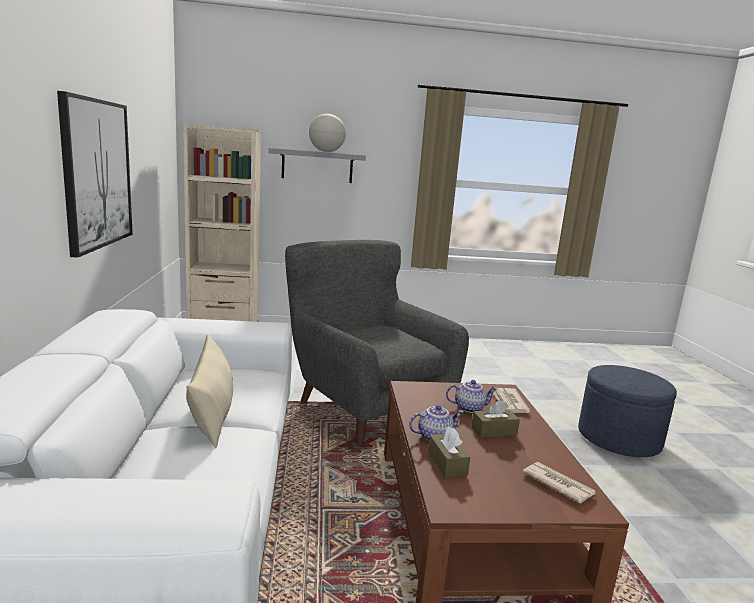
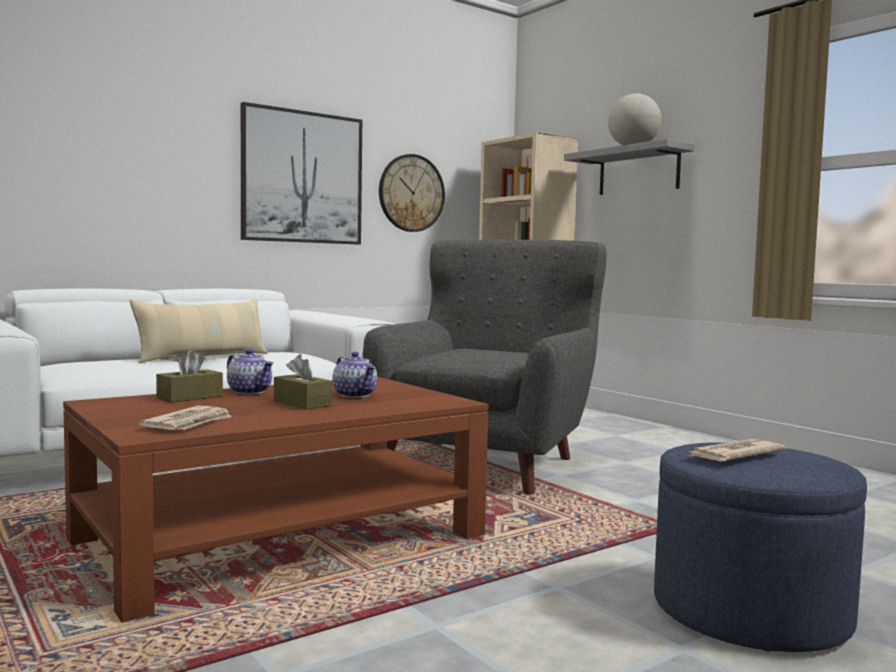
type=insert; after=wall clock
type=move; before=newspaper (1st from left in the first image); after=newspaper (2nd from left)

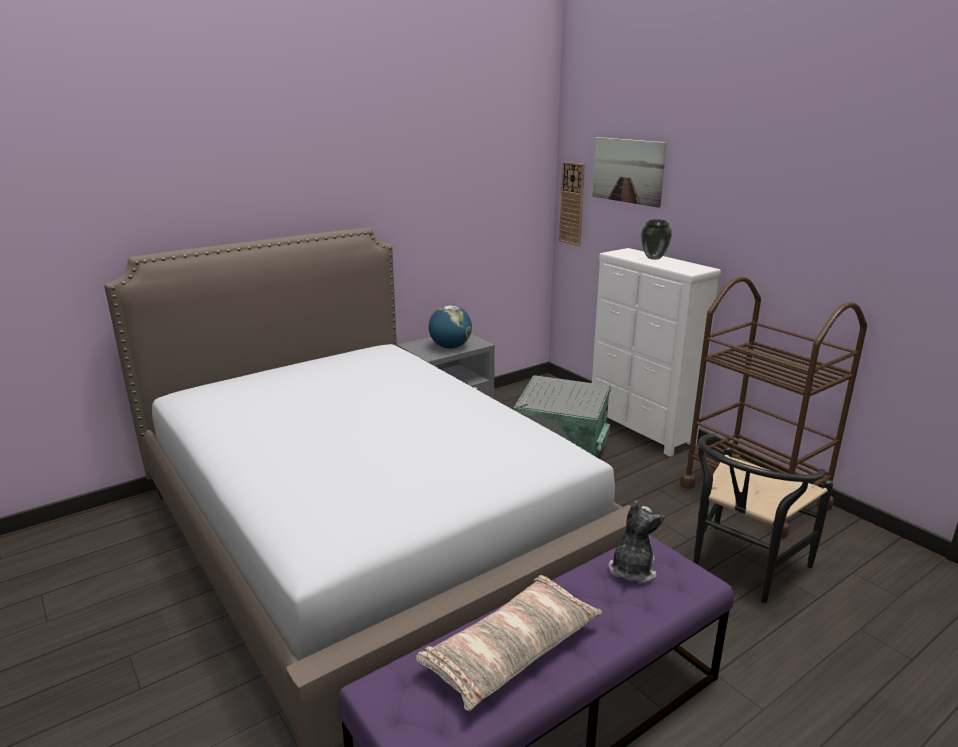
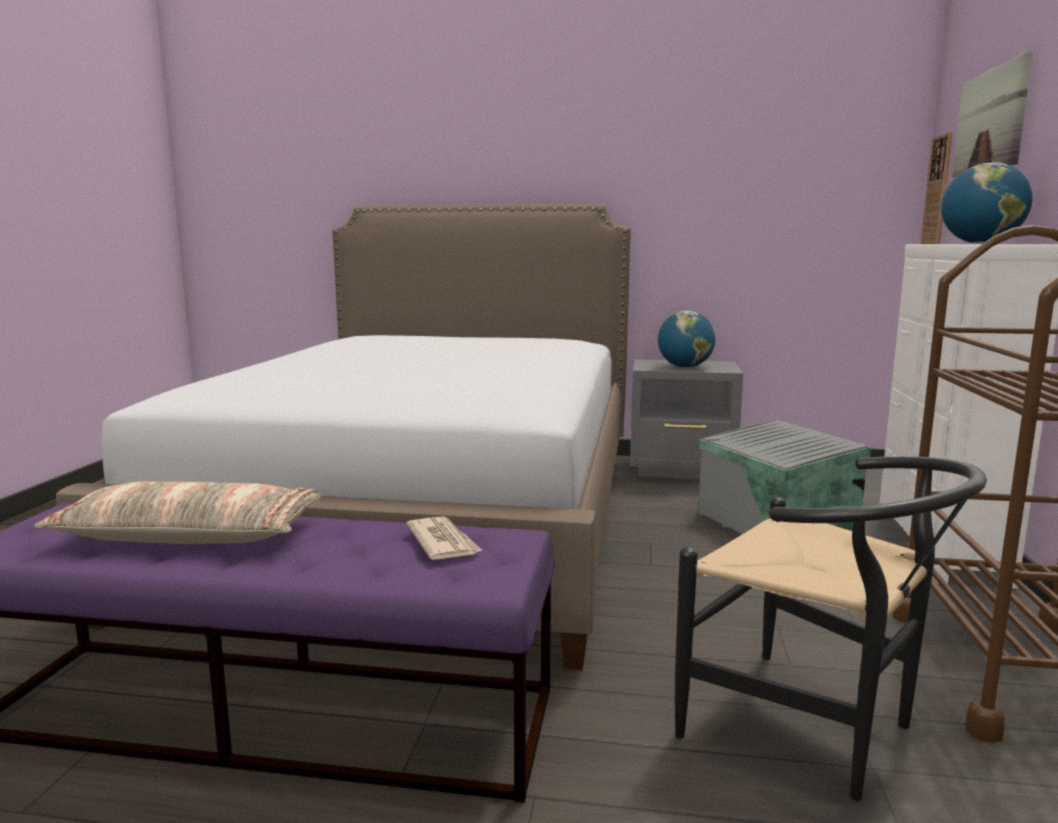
type=replace; before=plush toy; after=newspaper
type=replace; before=vase; after=globe (2nd from left)
type=rotate; before=black chair; turn=-135

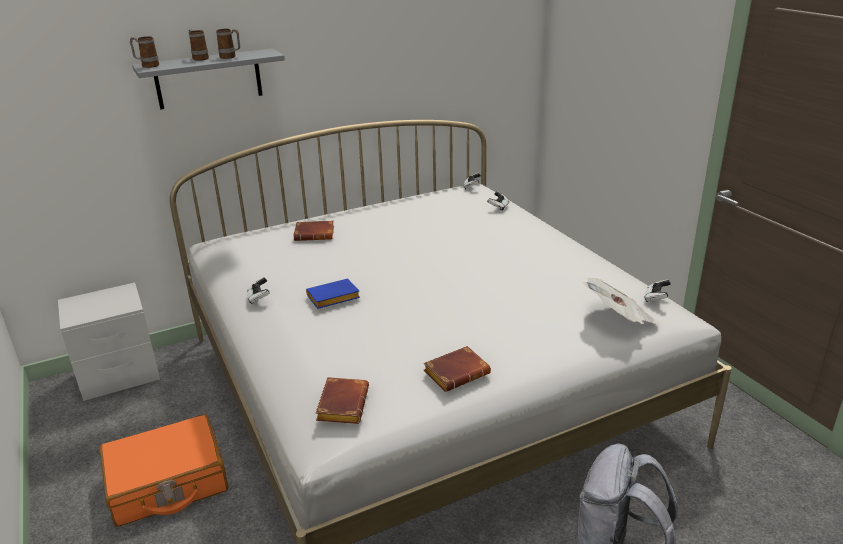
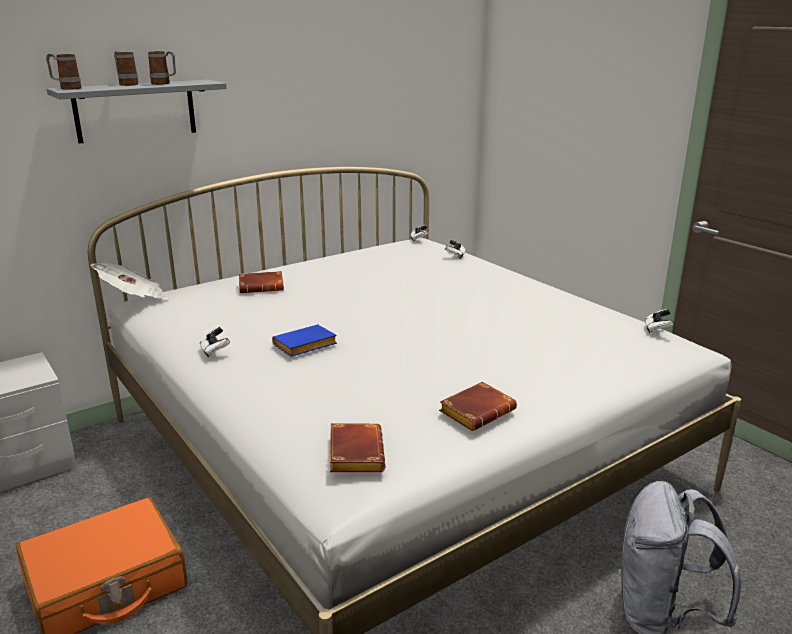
type=move; before=newspaper

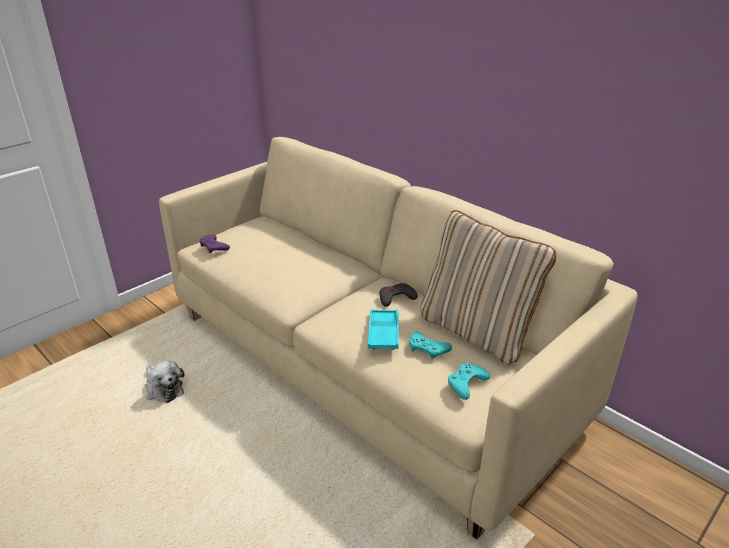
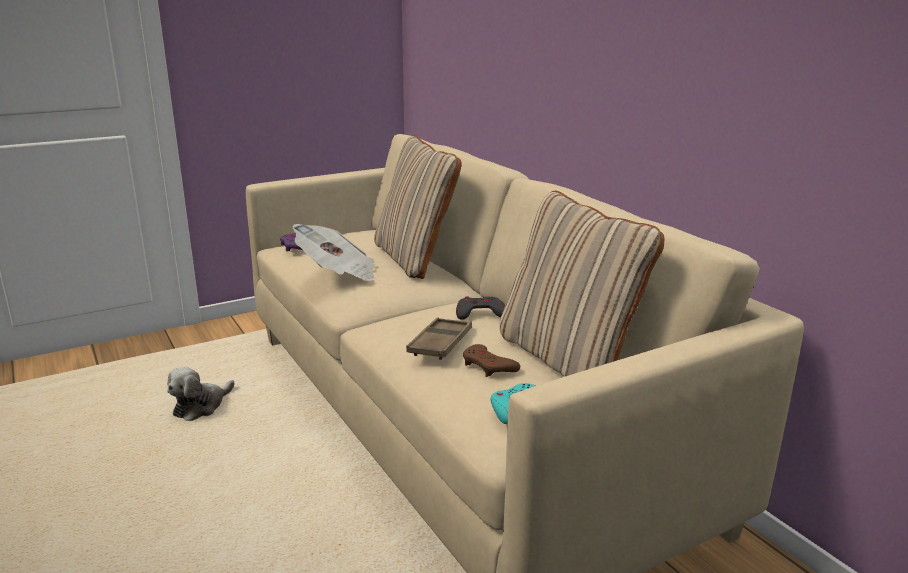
type=insert; after=newspaper
type=insert; after=beige pillow (1st from left)
type=recolor; before=turquoise tray; after=brown tray
type=recolor; before=turquoise game controller (1st from left); after=brown game controller
type=rotate; before=plush toy; turn=60

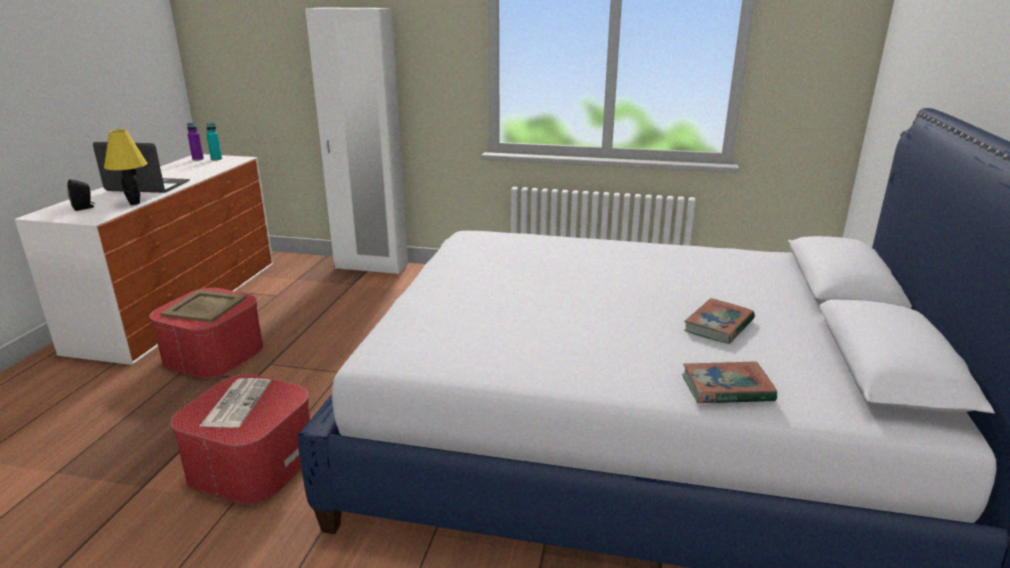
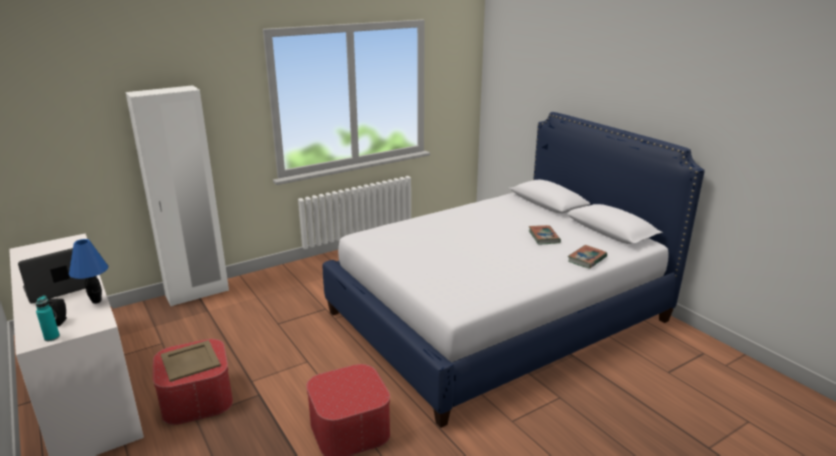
type=delete; before=purple bottle
type=delete; before=newspaper
type=move; before=turquoise bottle
type=recolor; before=yellow table lamp; after=blue table lamp

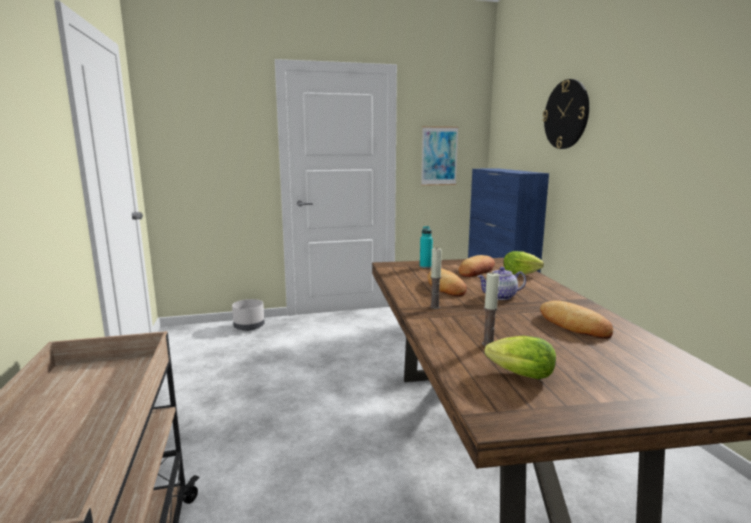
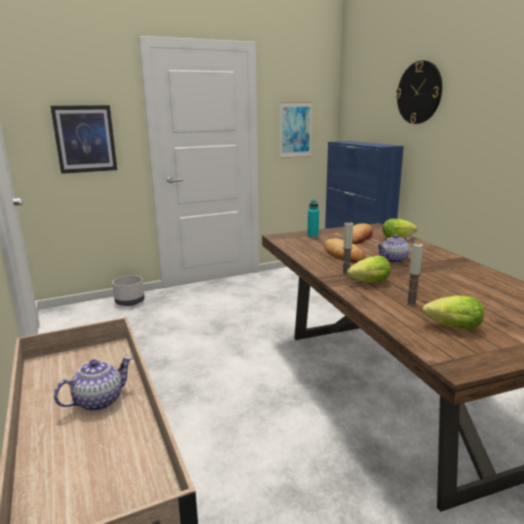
type=delete; before=bread (3rd from left)
type=insert; after=picture (1st from left)
type=insert; after=teapot (1st from left)
type=insert; after=lettuce (1st from left)

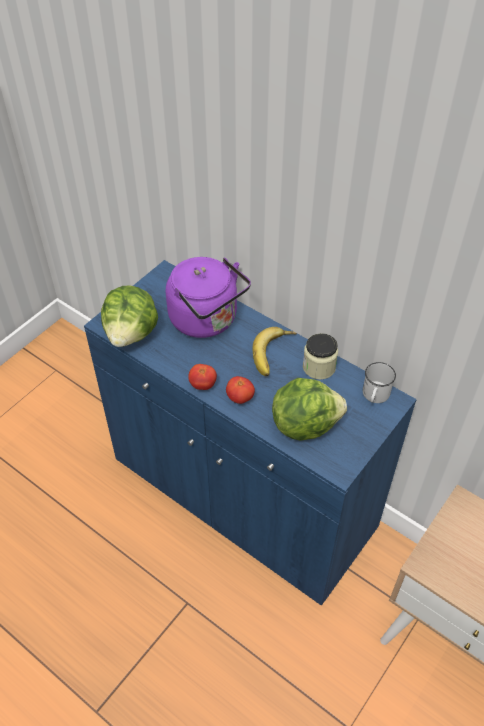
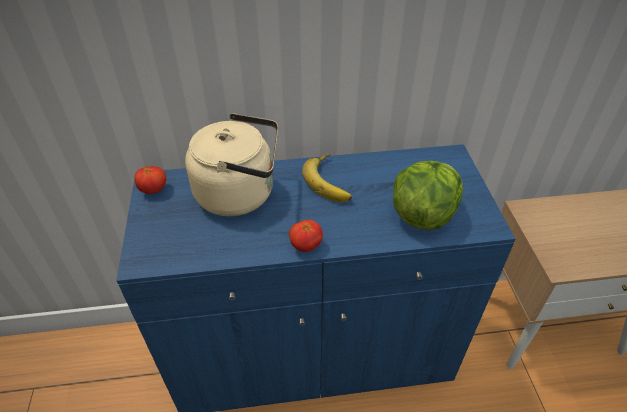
type=delete; before=lettuce (1st from left)
type=delete; before=jar
type=delete; before=white mug
type=move; before=tomato (2nd from left in the first image); after=tomato (1st from left)
type=recolor; before=purple kettle; after=beige kettle

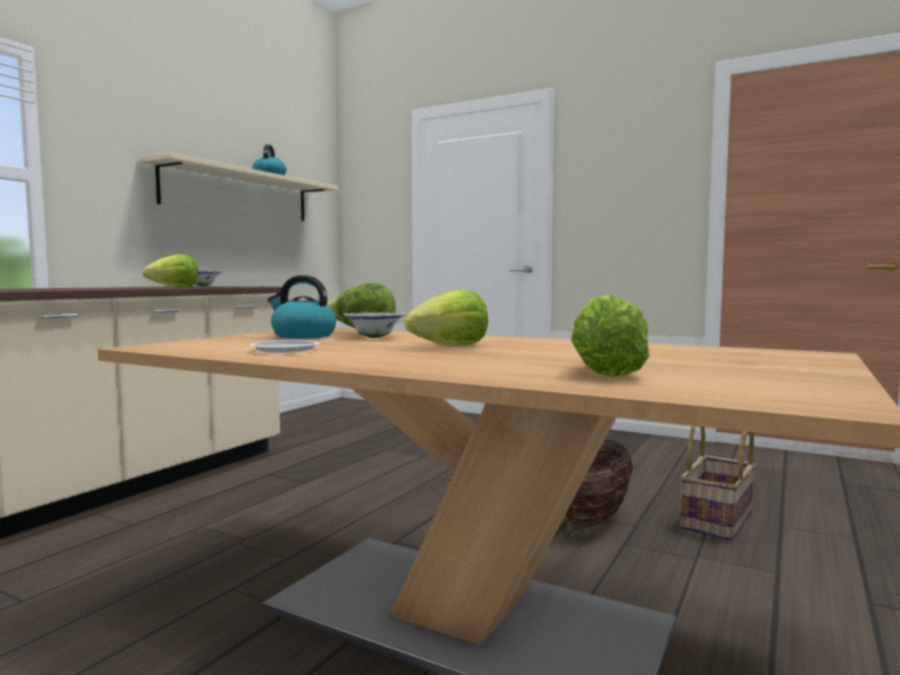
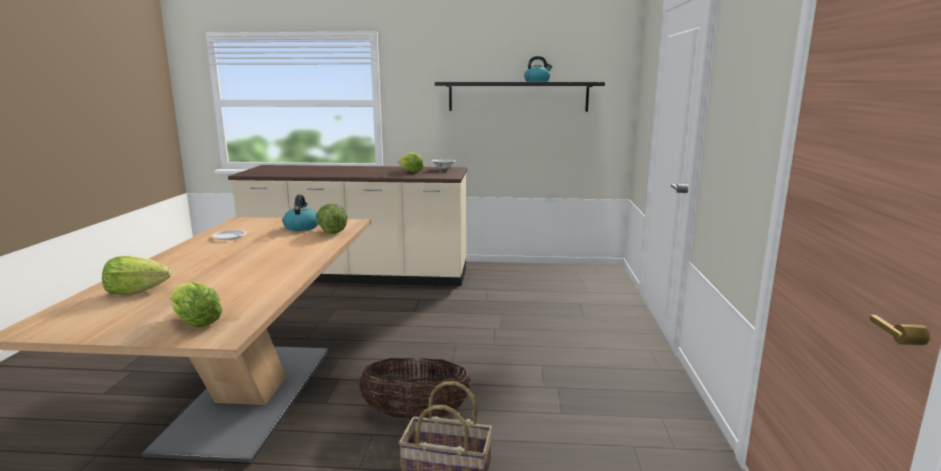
type=delete; before=white bowl (2nd from left)
type=move; before=lettuce (3rd from left in the first image); after=lettuce (2nd from left)
type=recolor; before=beige shelf; after=black shelf

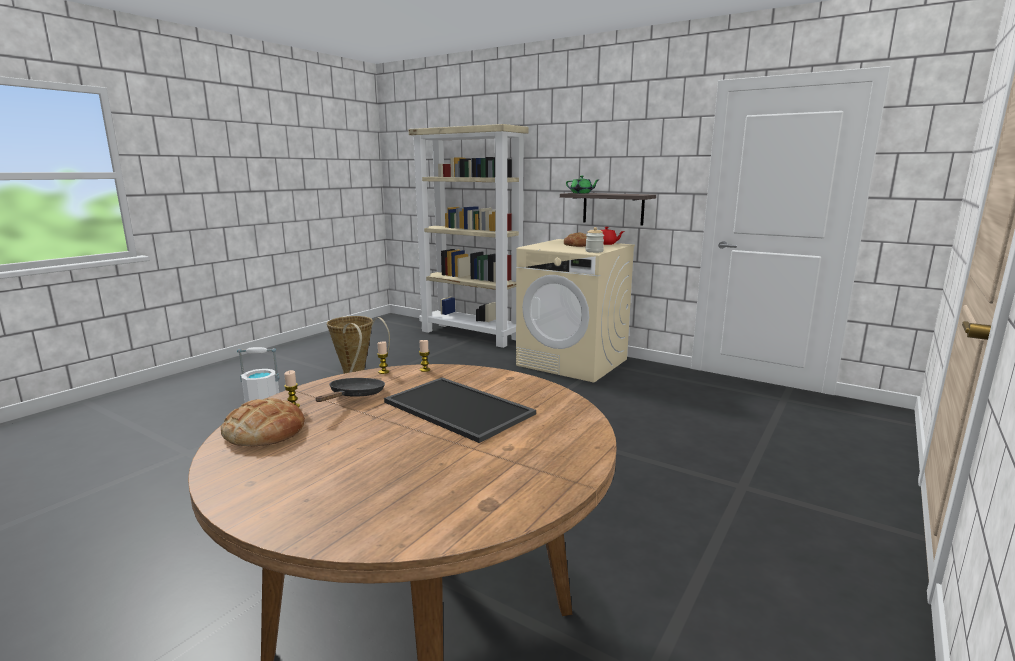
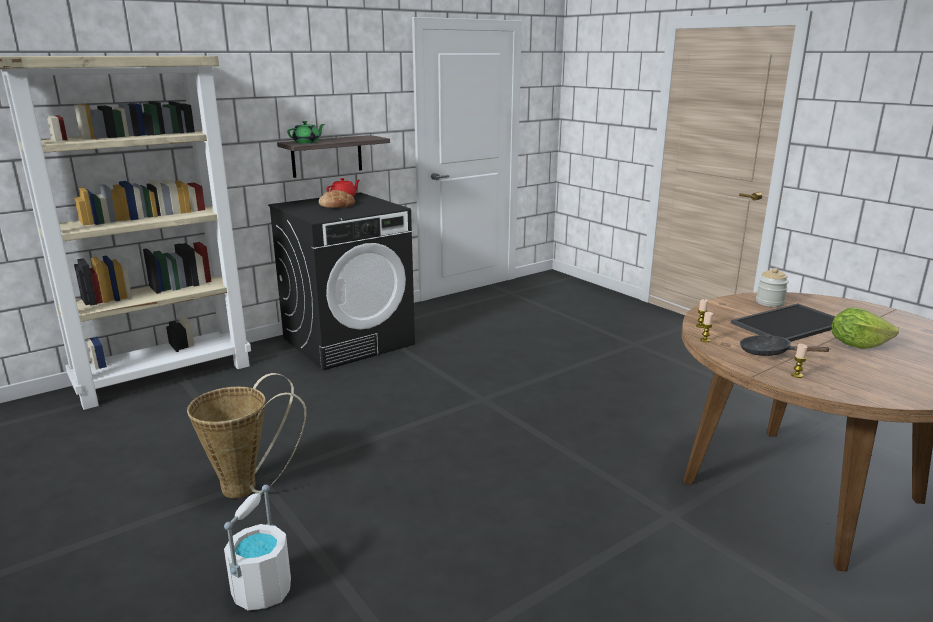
type=delete; before=bread (1st from left)
type=insert; after=lettuce
type=move; before=jar
type=recolor; before=beige washing machine; after=black washing machine

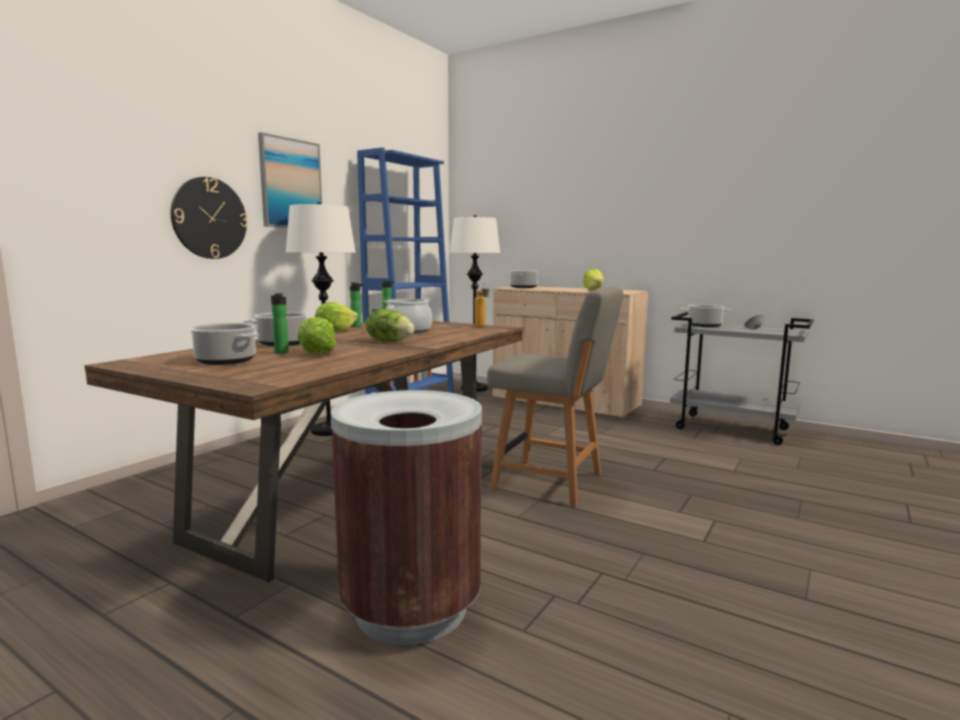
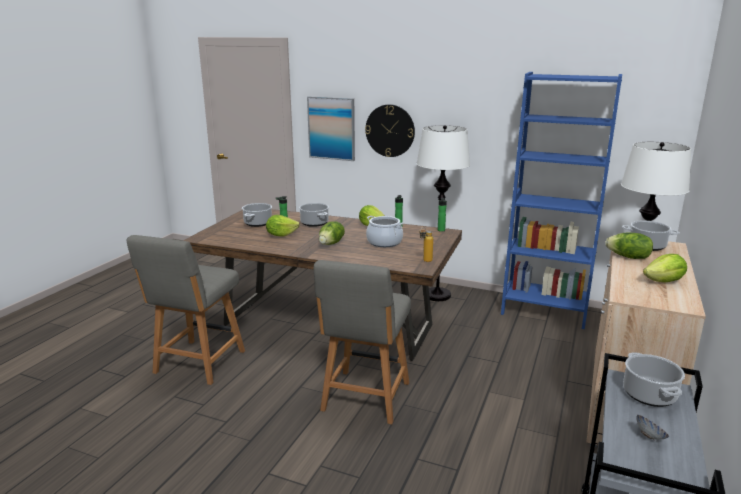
type=insert; after=lettuce (4th from left)
type=move; before=picture
type=replace; before=brown trash can; after=grey chair (1st from left)

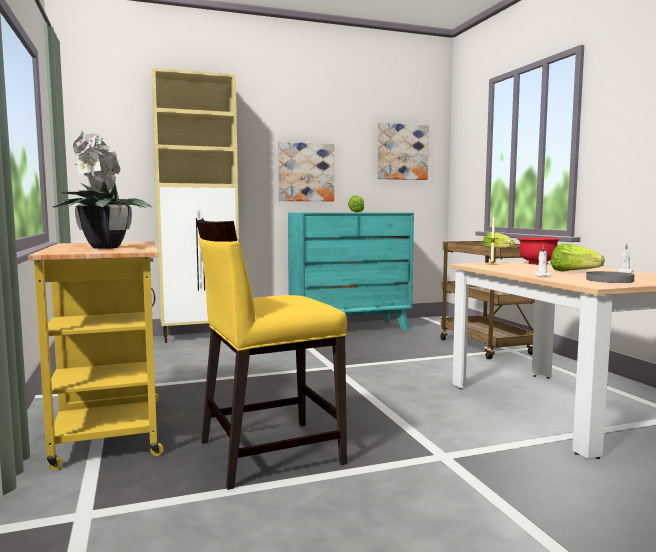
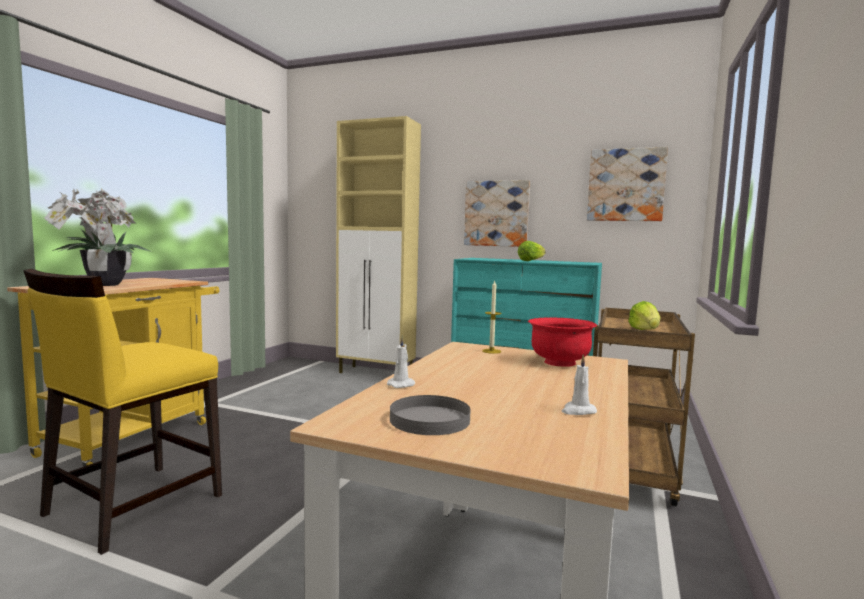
type=delete; before=lettuce (3rd from left)
type=rotate; before=yellow chair; turn=-75

